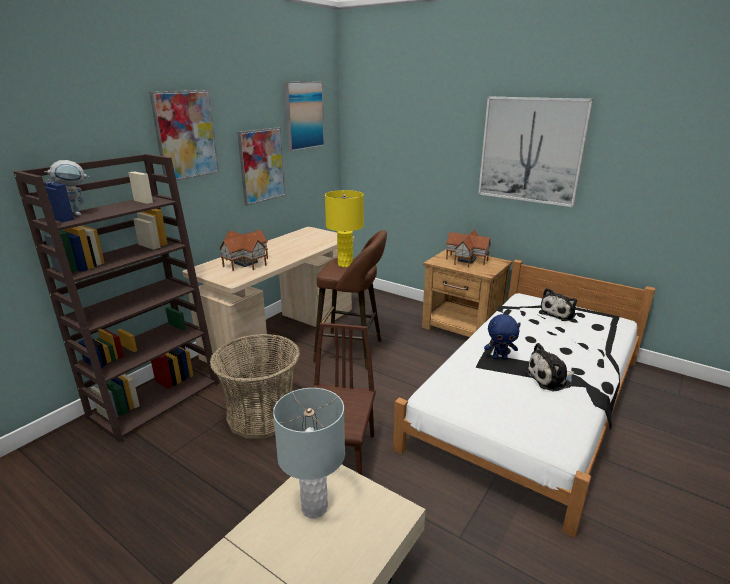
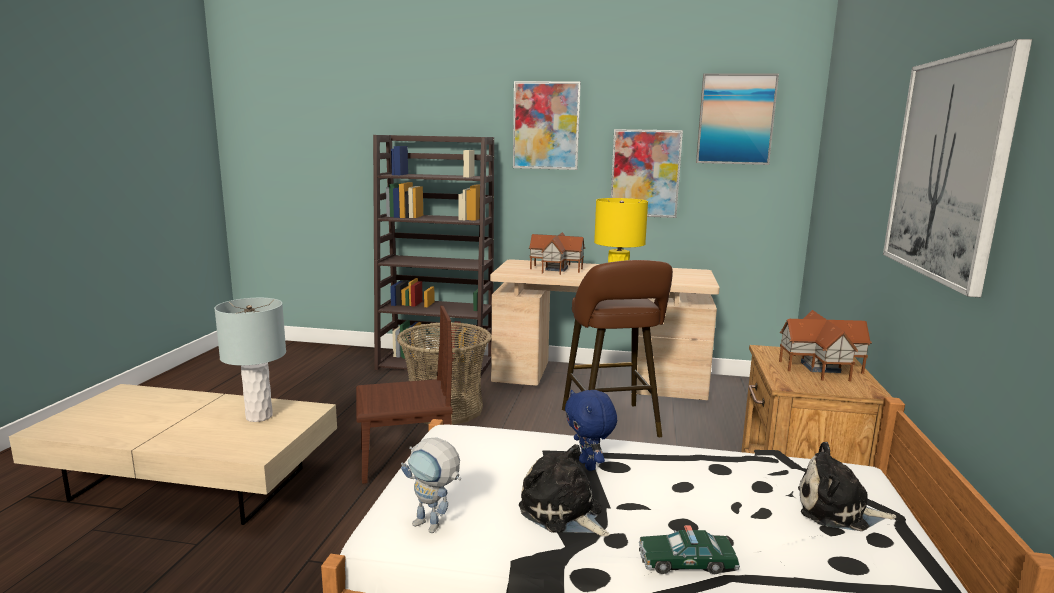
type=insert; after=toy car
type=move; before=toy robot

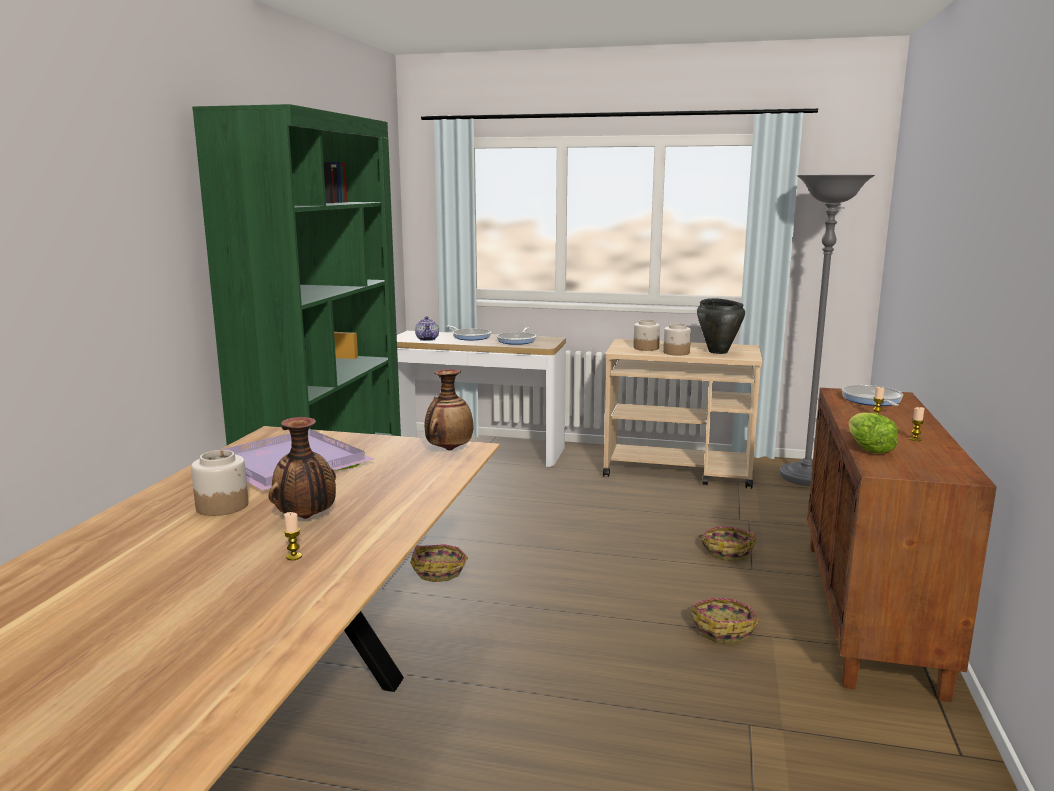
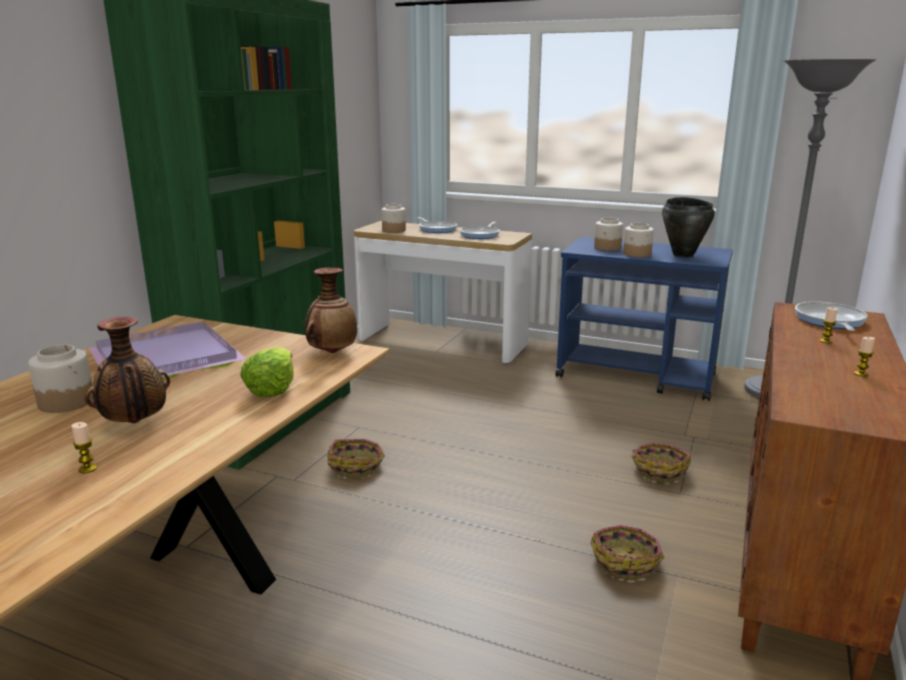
type=move; before=lettuce
type=replace; before=teapot; after=jar (2nd from left)
type=recolor; before=beige cart; after=blue cart

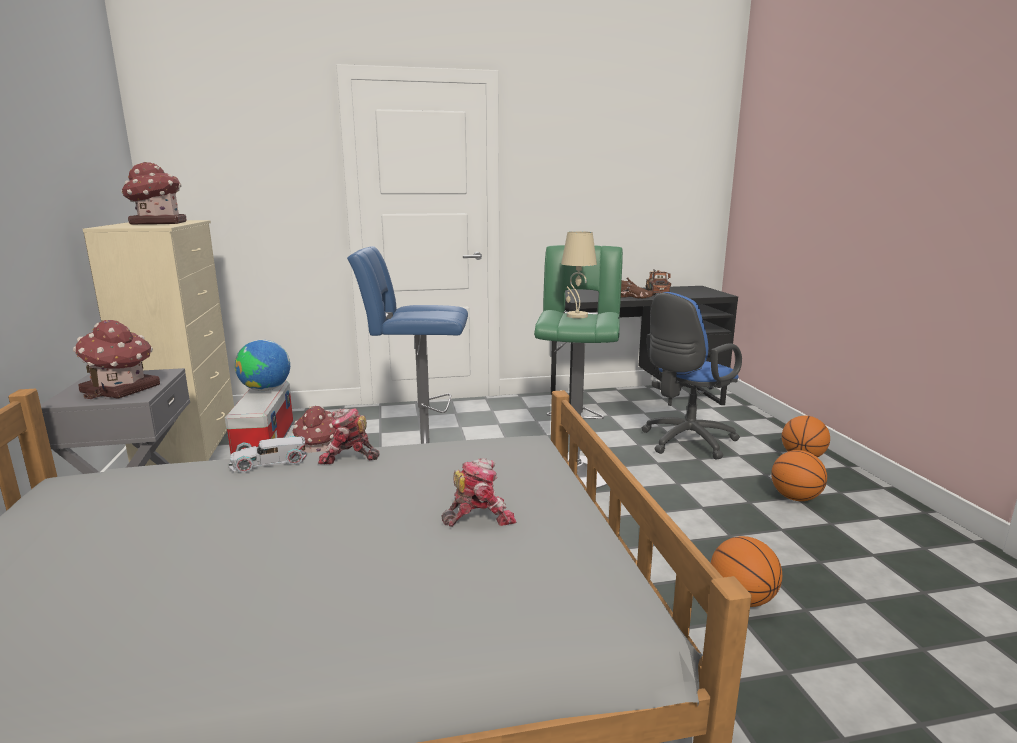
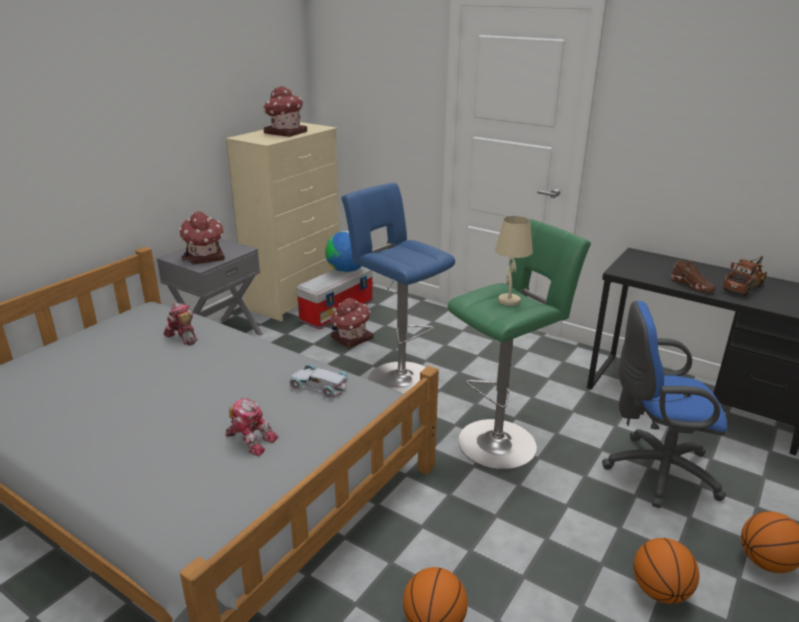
type=move; before=white toy car
type=move; before=toy robot (1st from left)

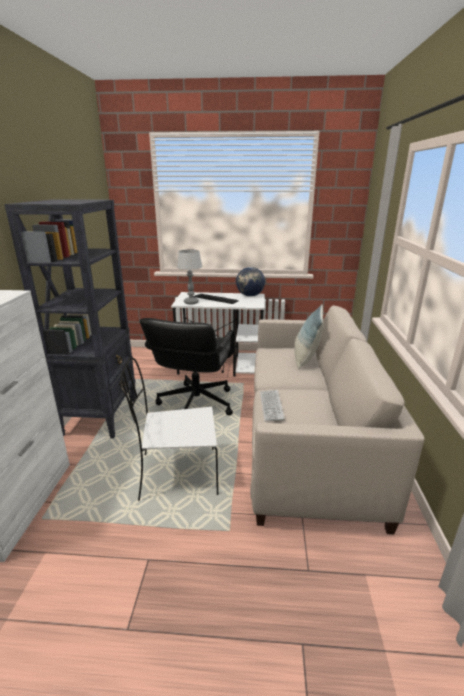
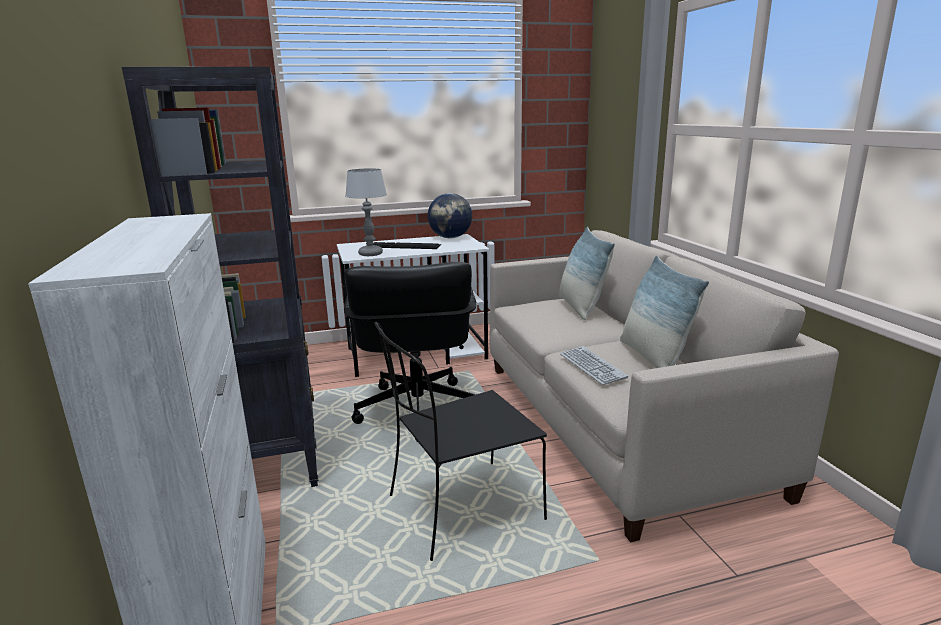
type=insert; after=pillow (2nd from left)
type=recolor; before=white chair; after=black chair

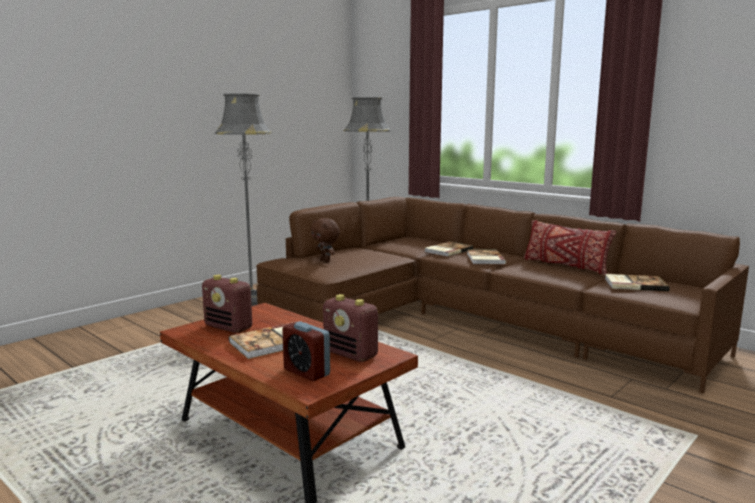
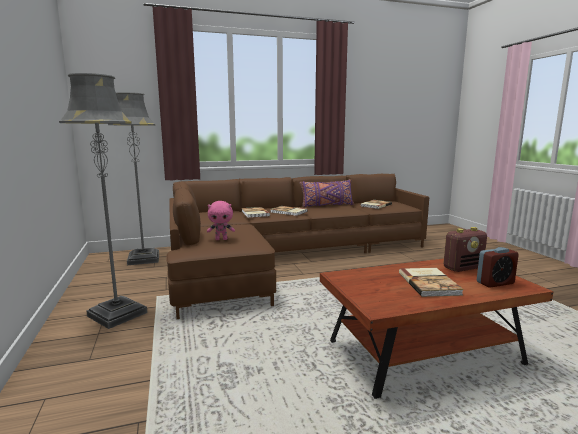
type=delete; before=radio (1st from left)
type=recolor; before=brown plush toy; after=pink plush toy
type=recolor; before=red pillow; after=purple pillow

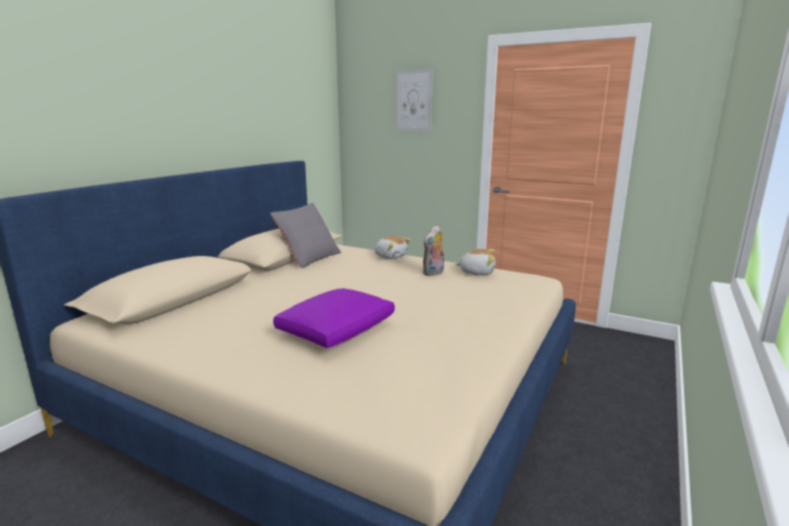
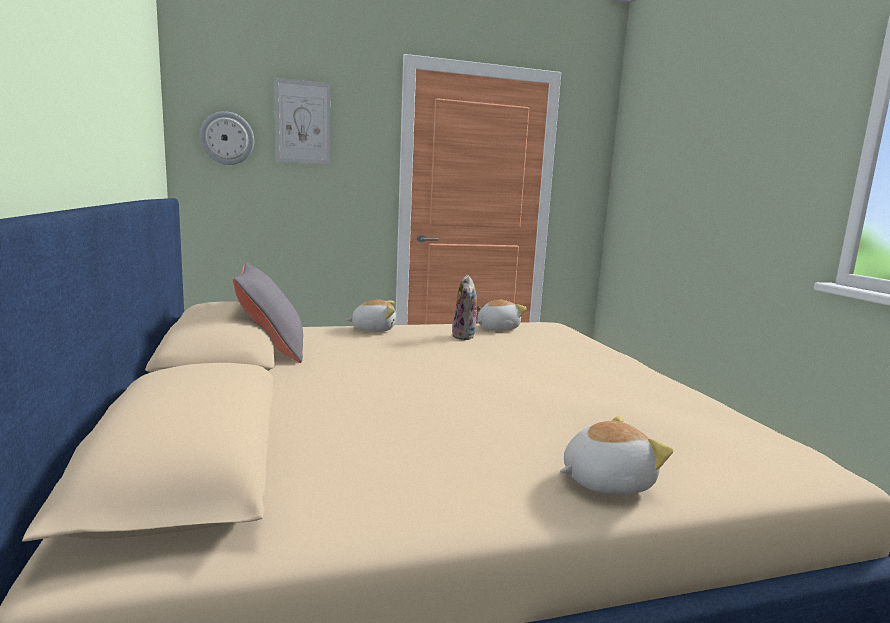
type=delete; before=purple pillow
type=insert; after=wall clock
type=insert; after=plush toy (4th from left)

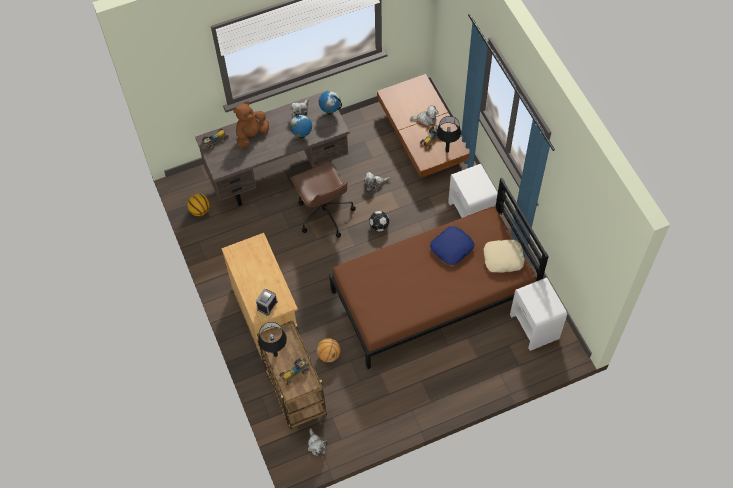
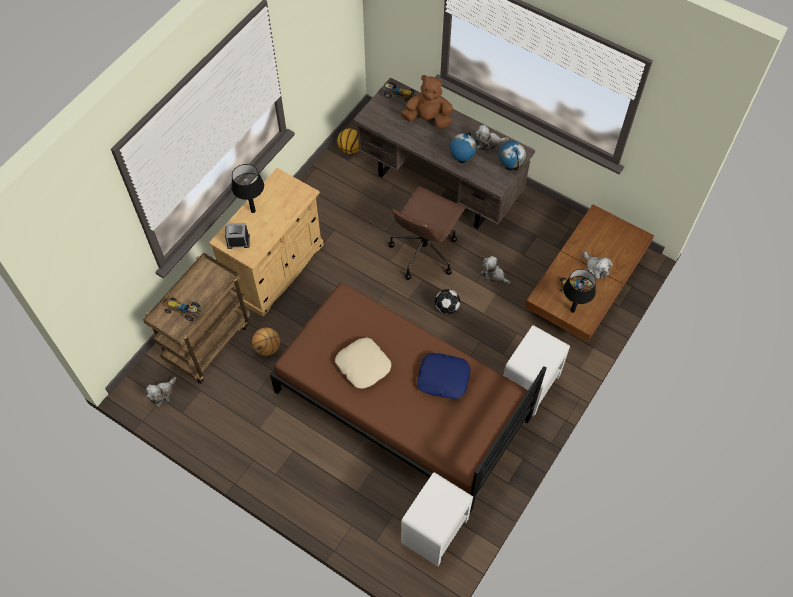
type=move; before=black table lamp (1st from left)
type=move; before=beige pillow

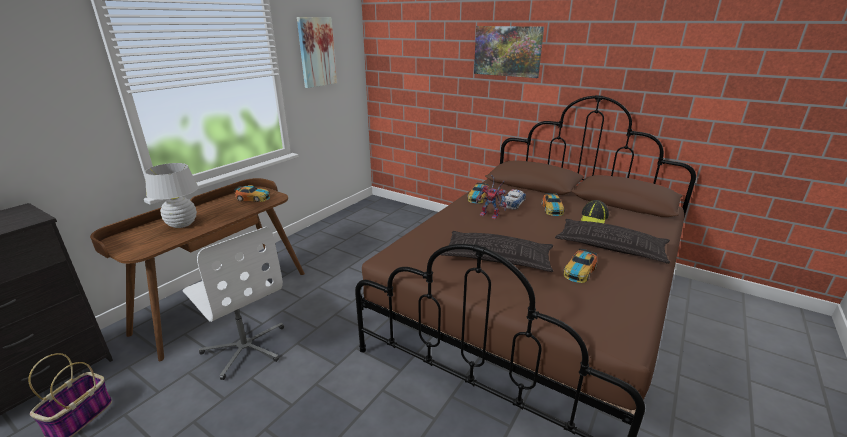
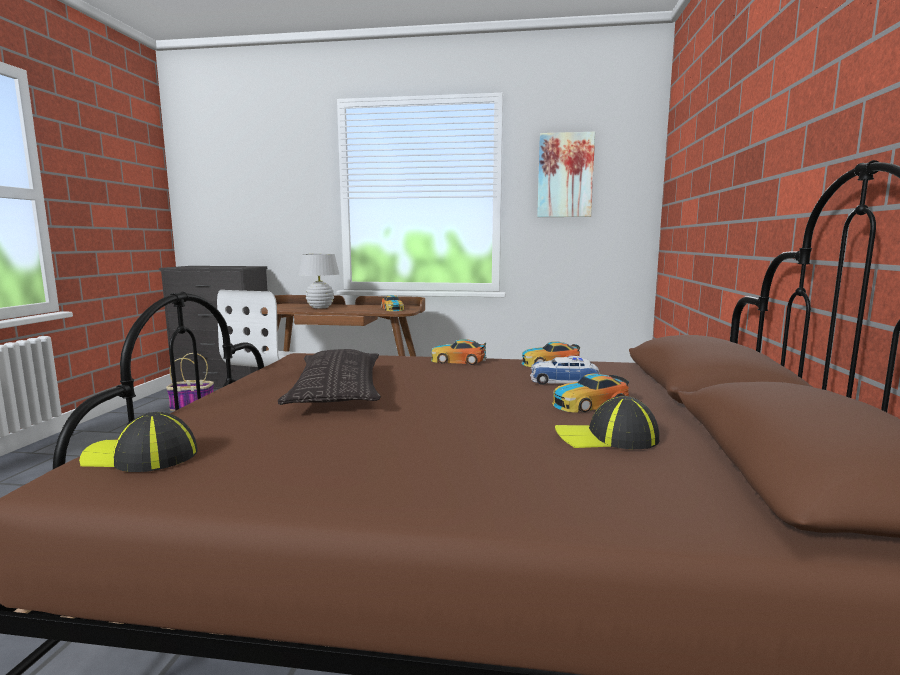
type=delete; before=picture (2nd from left)
type=delete; before=toy robot
type=delete; before=pillow (2nd from left)
type=insert; after=cap (1st from left)
type=move; before=toy car (5th from left in the first image); after=toy car (2nd from left)

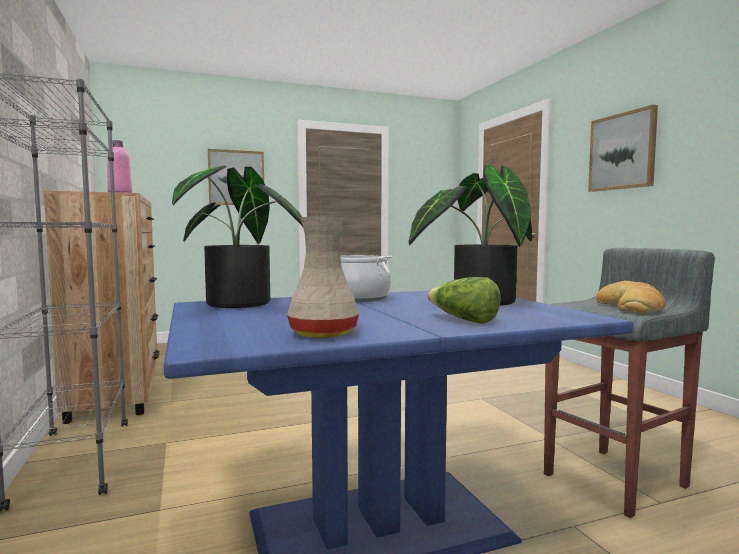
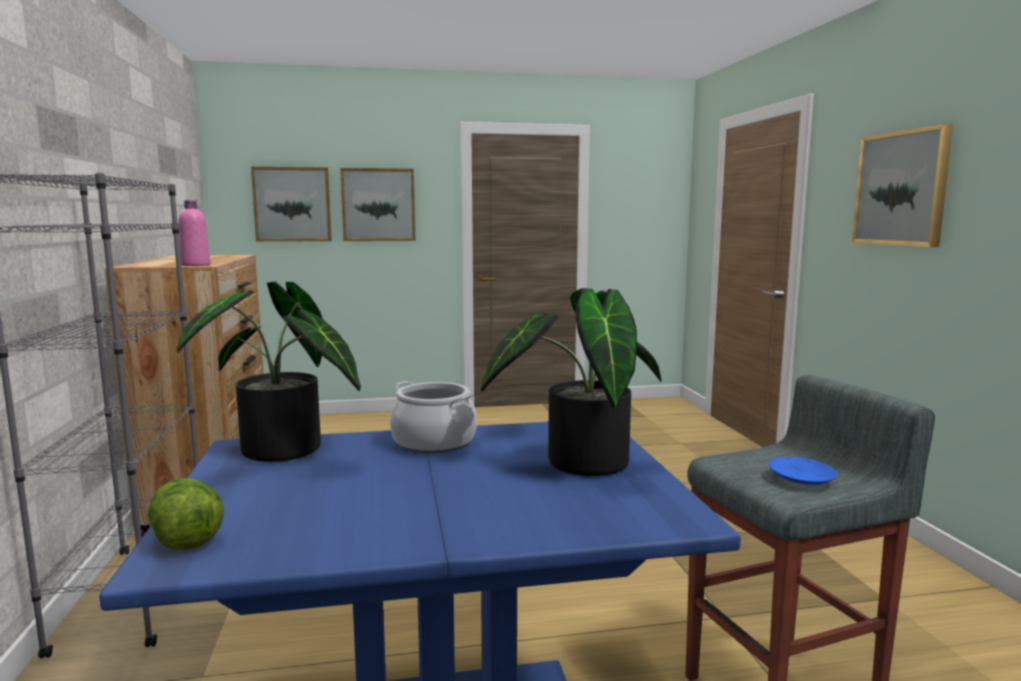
type=delete; before=beige vase
type=insert; after=picture (1st from left)
type=move; before=lettuce
type=replace; before=bread; after=blue plate

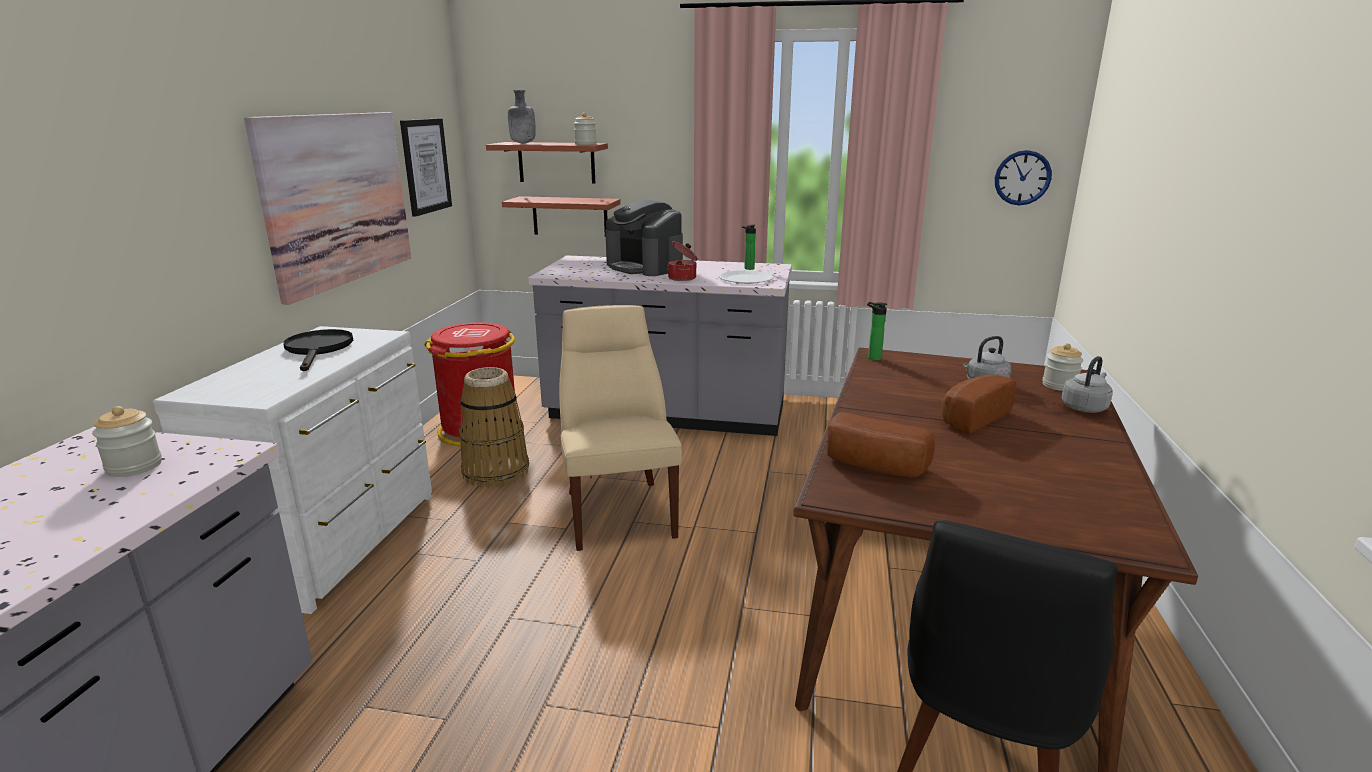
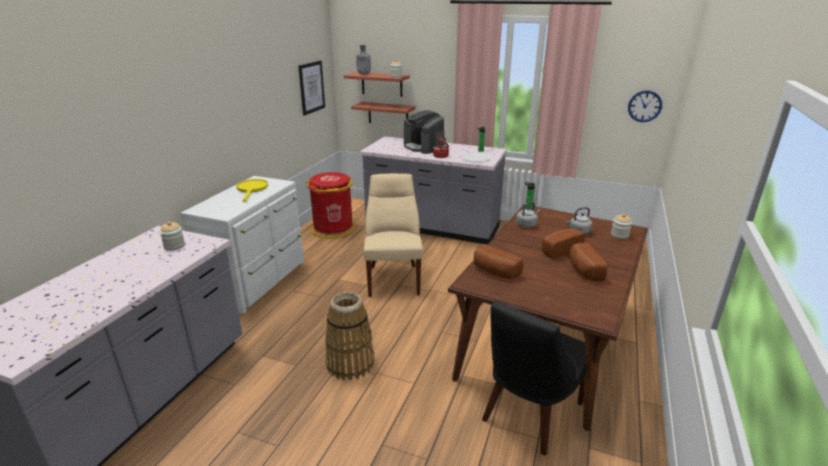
type=delete; before=picture (1st from left)
type=insert; after=bread (3rd from left)
type=move; before=basket
type=move; before=grey kettle (2nd from left in the first image); after=grey kettle (1st from left)
type=recolor; before=black frying pan; after=yellow frying pan

